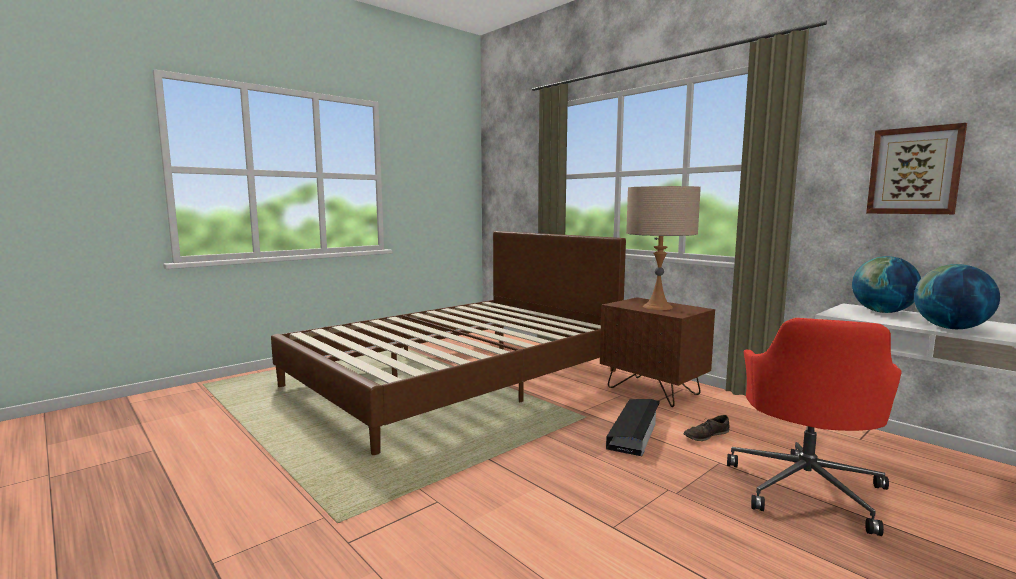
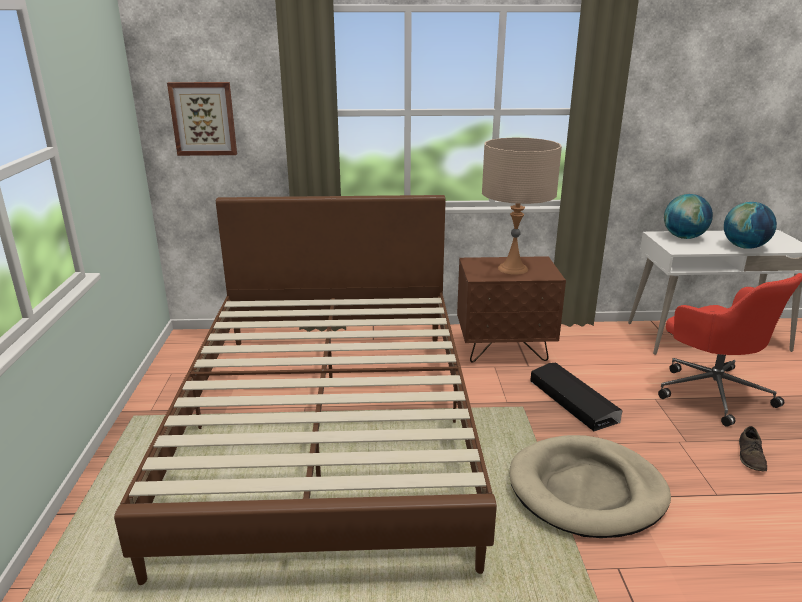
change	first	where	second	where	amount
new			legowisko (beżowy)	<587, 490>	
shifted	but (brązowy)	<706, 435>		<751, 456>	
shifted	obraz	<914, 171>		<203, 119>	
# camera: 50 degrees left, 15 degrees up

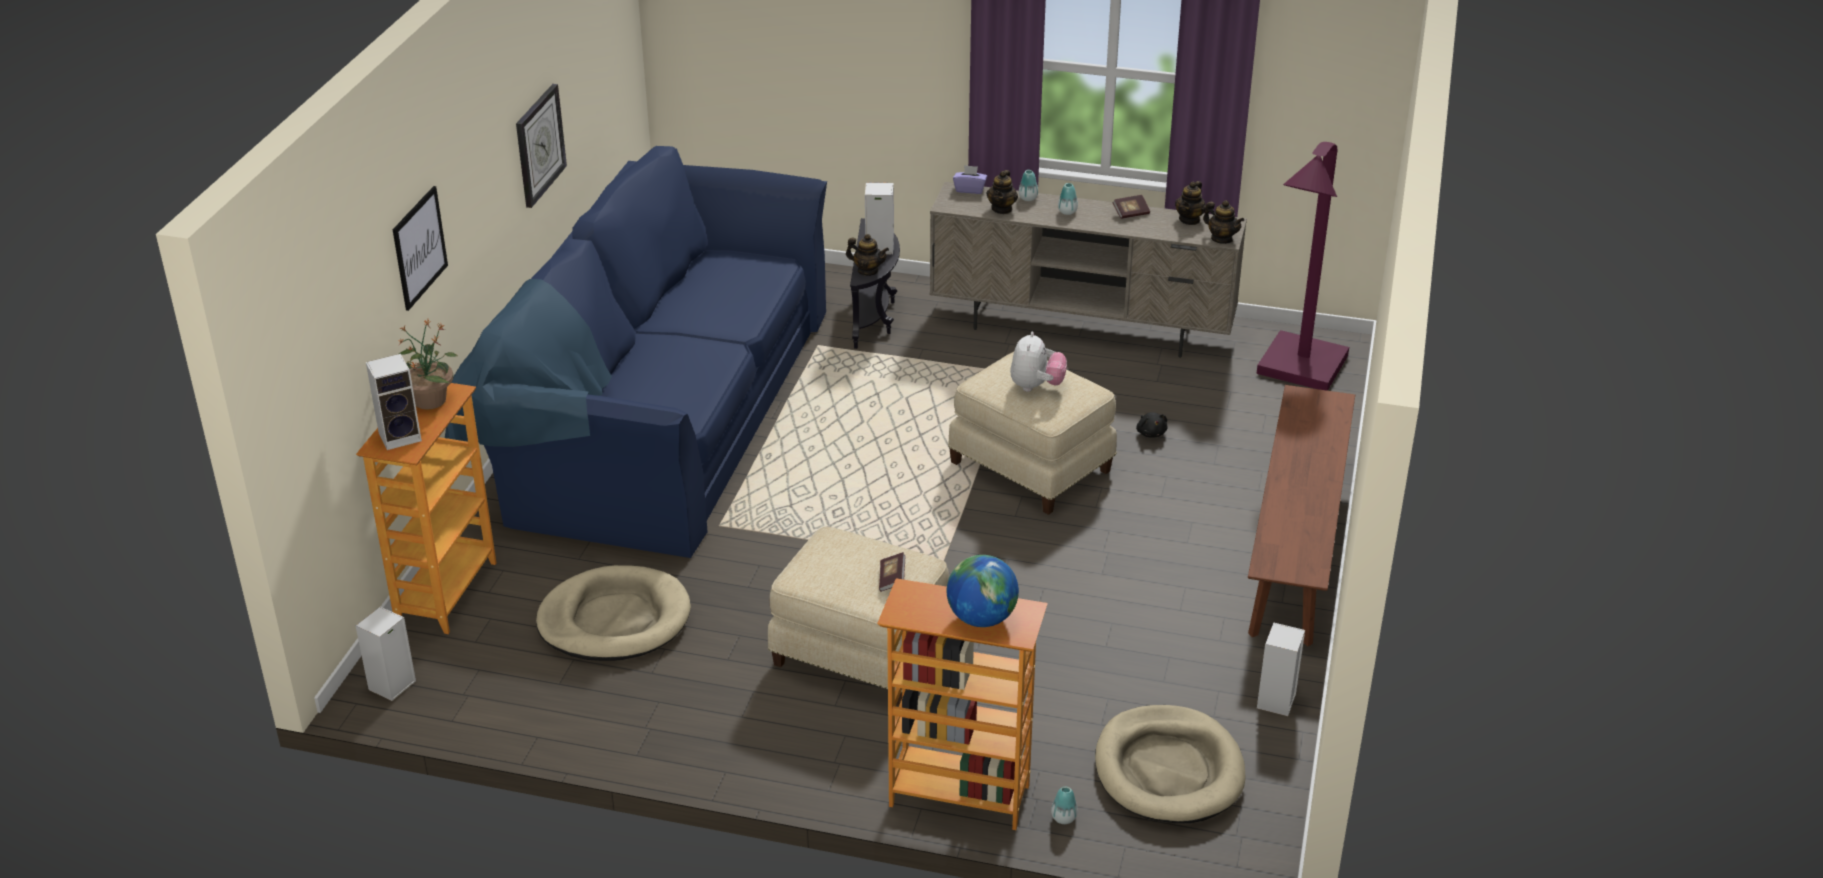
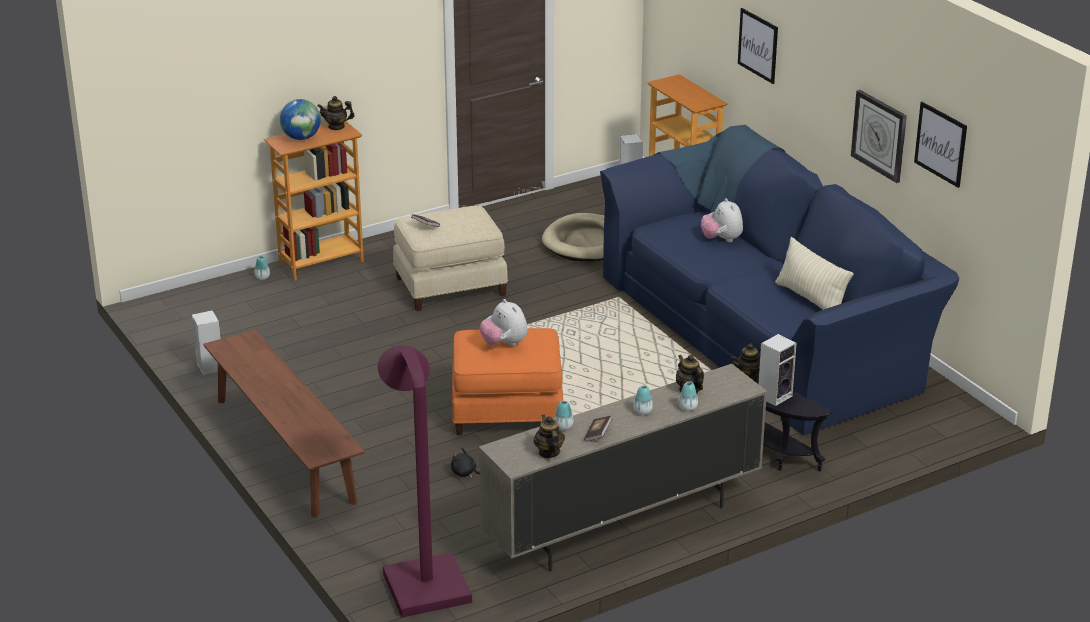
change	first	where	second	where	amount
gone	głośnik	<401, 436>			
gone	roślina doniczkowa	<430, 400>			
gone	pudełko chusteczek (fioletowy)	<970, 189>			
gone	legowisko (beżowy)	<1168, 770>			
new			wazon	<563, 427>	
new			pluszak	<722, 239>	
new			poduszka (beżowy)	<811, 300>	
new			obraz	<940, 144>	
shifted	imbryk	<1221, 239>		<336, 126>	
repainted	pufa (beżowy)	<1032, 466>	pufa (pomarańczowy)	<507, 413>	
# camera: 135 degrees right, 5 degrees down

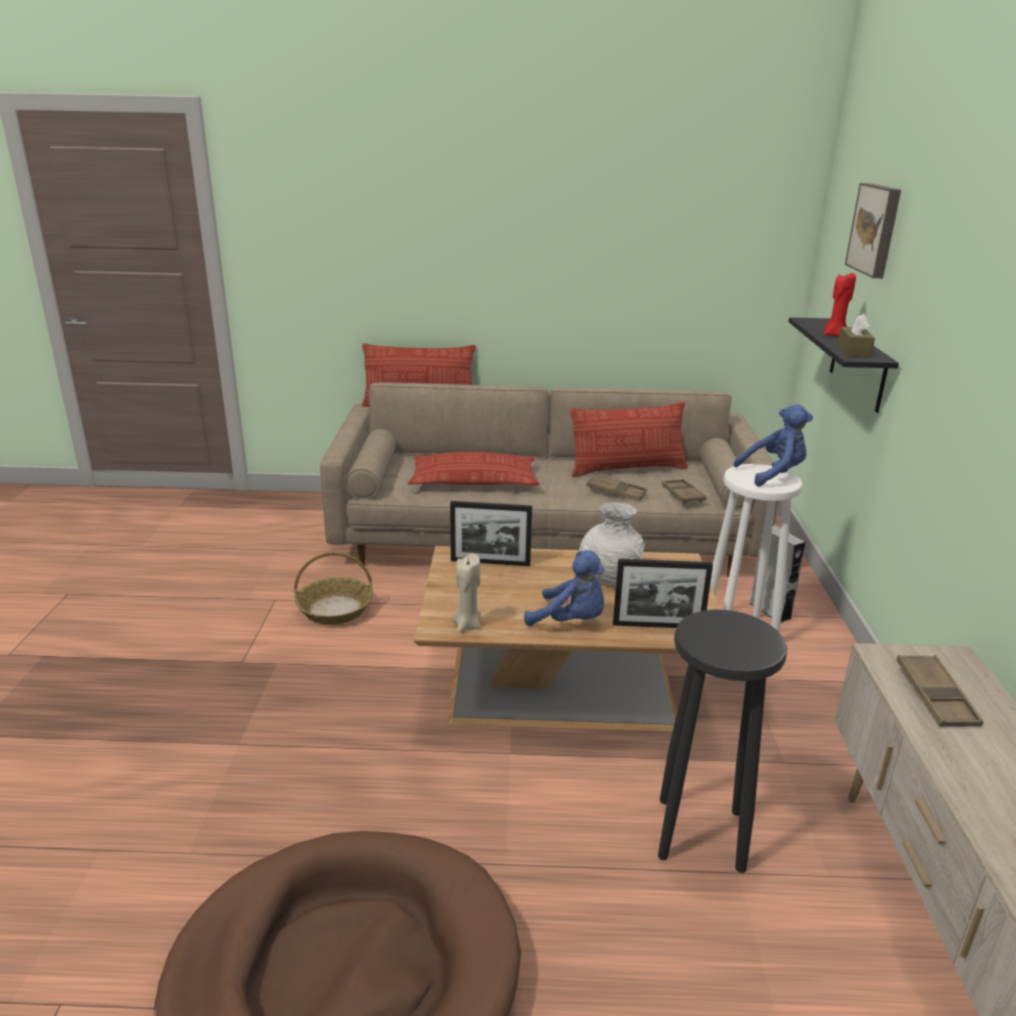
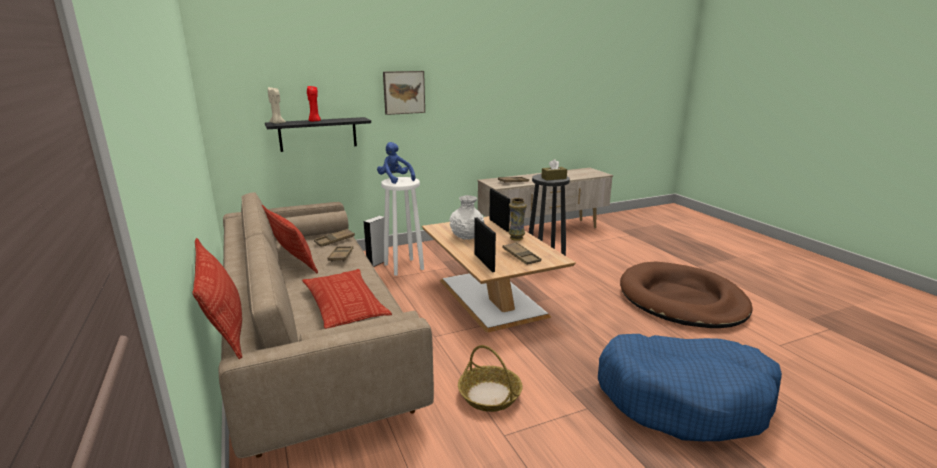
change	first	where	second	where	amount
new			taca (brązowy)	<521, 256>	
new			legowisko (niebieski)	<684, 399>	
shifted	świeca (beżowy)	<467, 625>		<277, 123>	
shifted	pudełko chusteczek (brązowy)	<853, 351>		<553, 178>	
shifted	obraz	<876, 229>		<403, 92>	
swapped	pluszak (niebieski)	<571, 621>	wazon	<516, 238>	
# camera: 115 degrees left, 5 degrees down

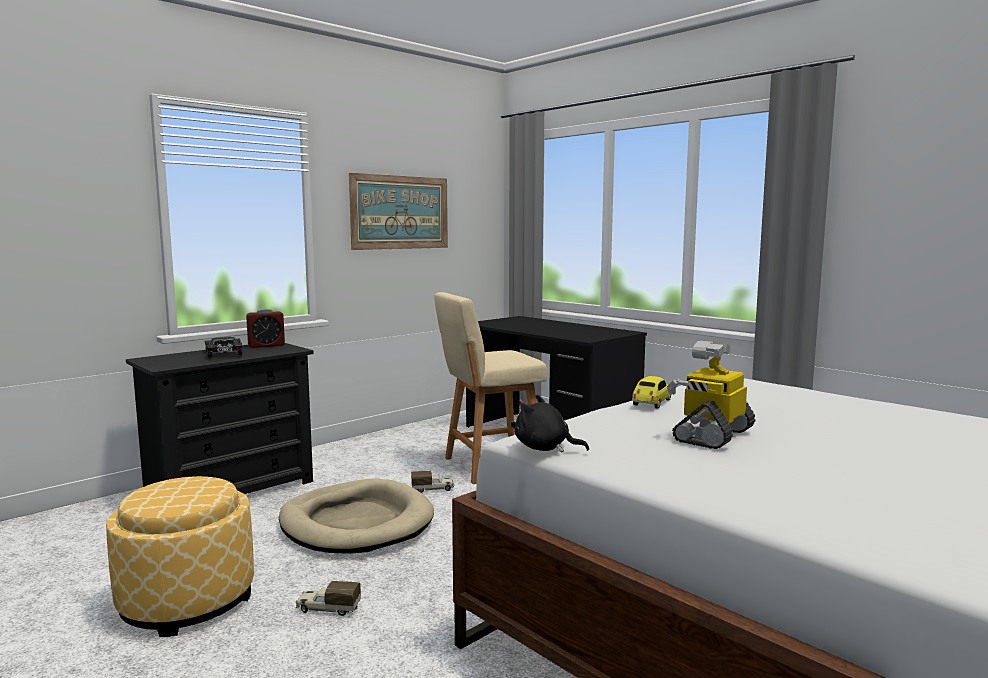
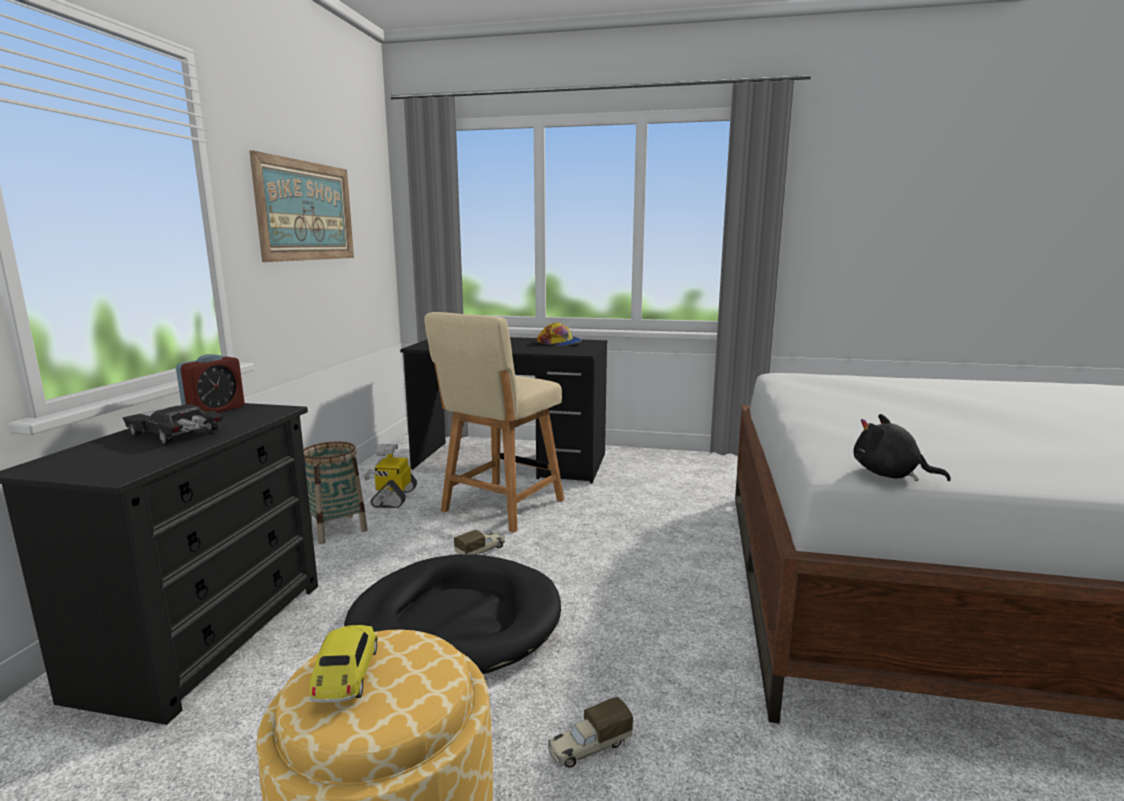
change	first	where	second	where	amount
new			koszyk	<336, 529>	
new			czapka z daszkiem	<560, 343>	
shifted	samochodzik	<651, 403>		<346, 676>	
shifted	robot zabawkowy	<712, 435>		<393, 497>	
repainted	legowisko (beżowy)	<356, 523>	legowisko (czarny)	<456, 621>	
rotated	pluszak (czarny)	<545, 448>		<890, 475>	45 degrees clockwise
# camera: 35 degrees left, 5 degrees up

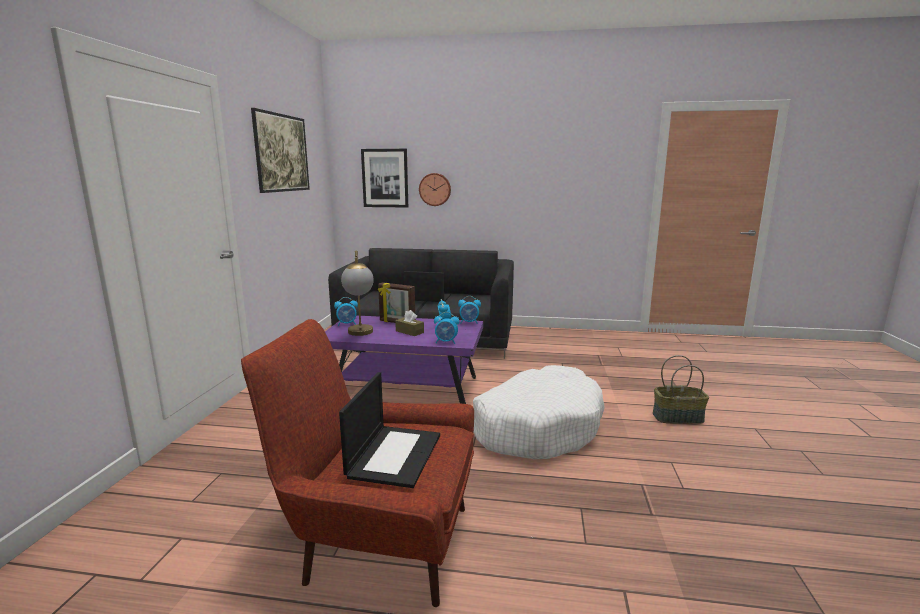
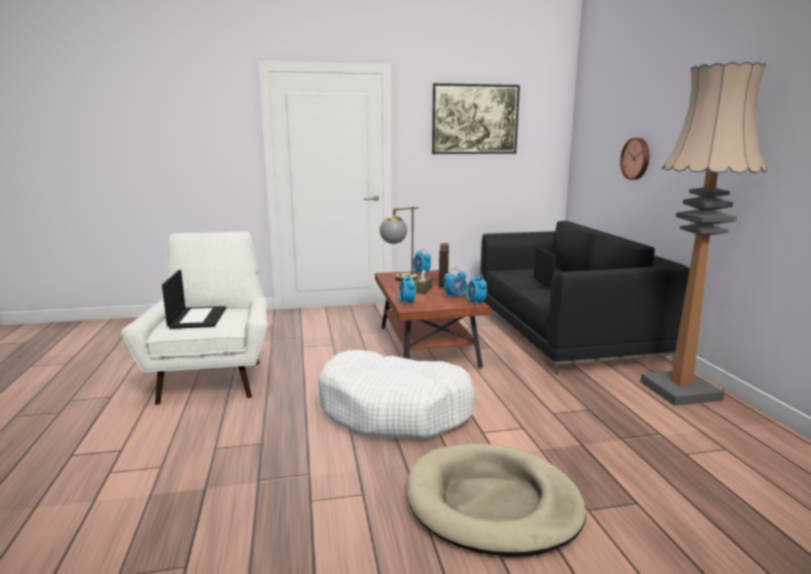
change	first	where	second	where	amount
gone	obraz	<385, 178>			
new			lampa stojąca	<680, 391>	
swapped	koszyk	<678, 417>	legowisko (beżowy)	<492, 503>	
repainted	fotel (czerwony)	<379, 541>	fotel (biały)	<213, 378>	
repainted	ława (fioletowy)	<406, 389>	ława (brązowy)	<426, 346>	
rotated	laptop	<394, 454>		<197, 317>	90 degrees counterclockwise
# camera: 70 degrees right, 0 degrees up

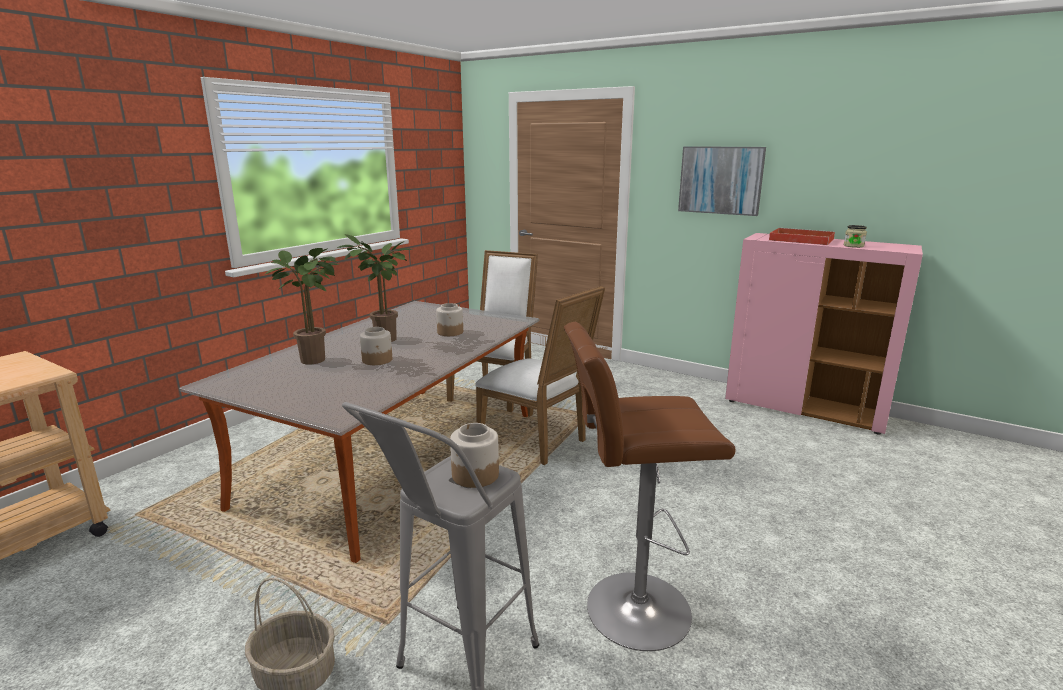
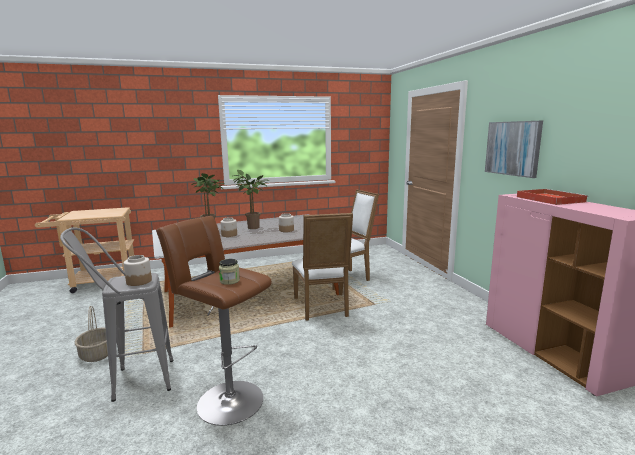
change	first	where	second	where	amount
shifted	słoik	<853, 246>		<229, 281>	
# camera: 40 degrees right, 5 degrees down

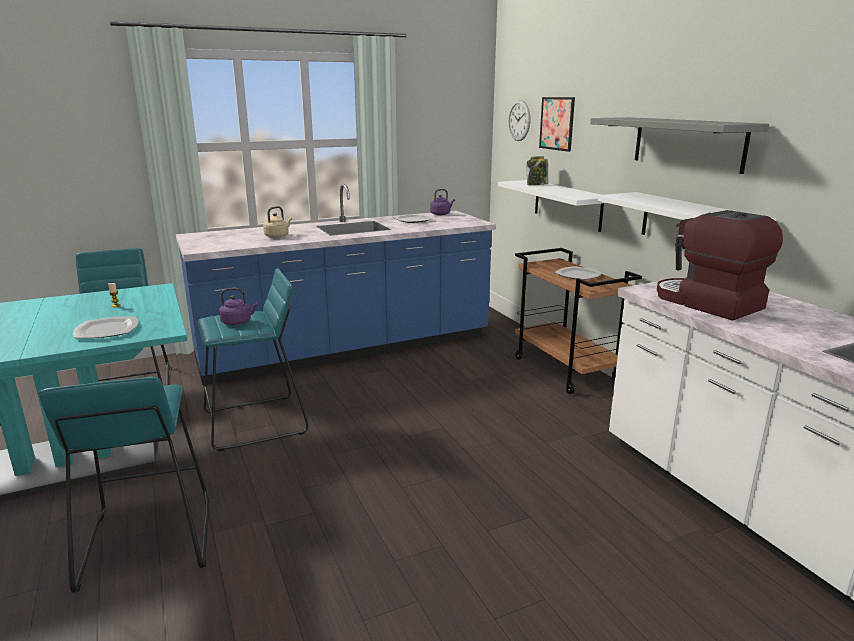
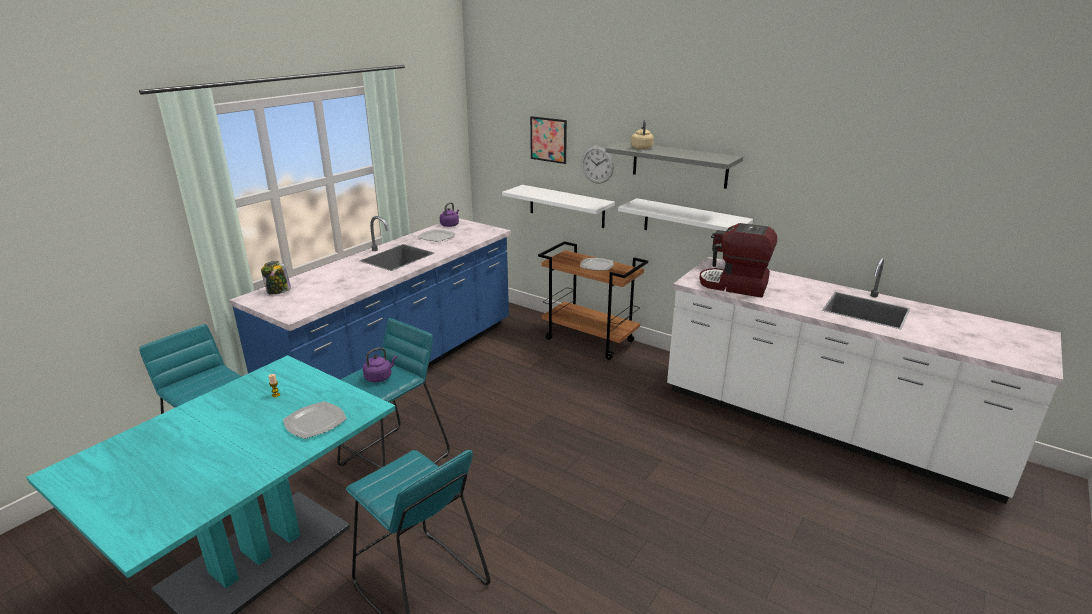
change	first	where	second	where	amount
shifted	czajnik (beżowy)	<278, 236>		<641, 148>	
shifted	zegar ścienny	<519, 120>		<597, 164>	
shifted	słoik	<536, 185>		<278, 291>	
# camera: 30 degrees left, 5 degrees up

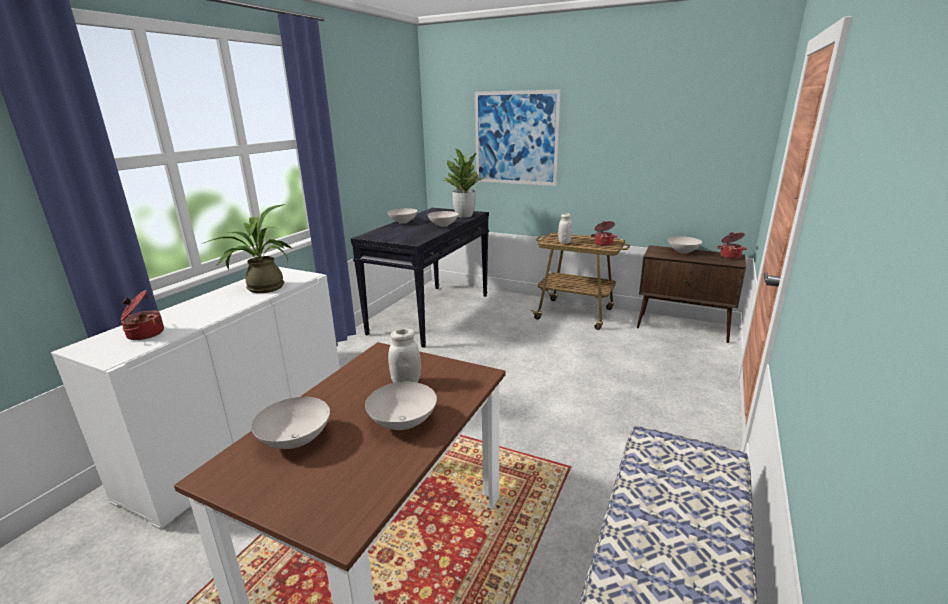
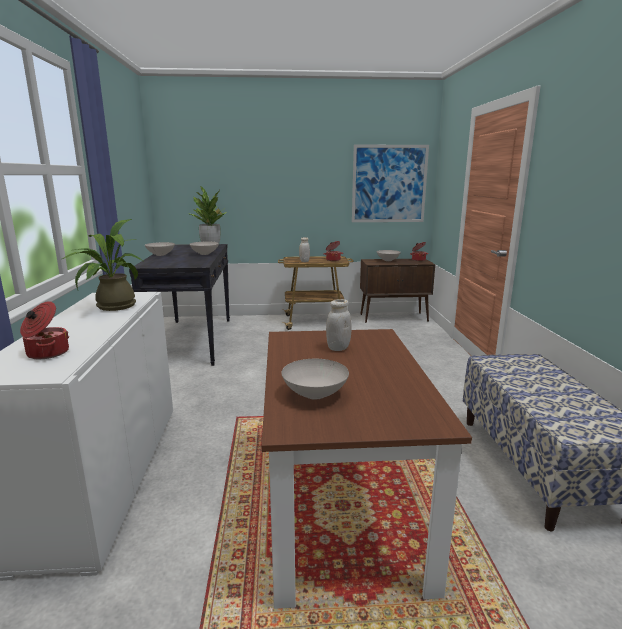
change	first	where	second	where	amount
gone	miska (biały)	<402, 423>			
shifted	obraz	<515, 138>		<389, 184>	
# camera: 30 degrees left, 5 degrees down

